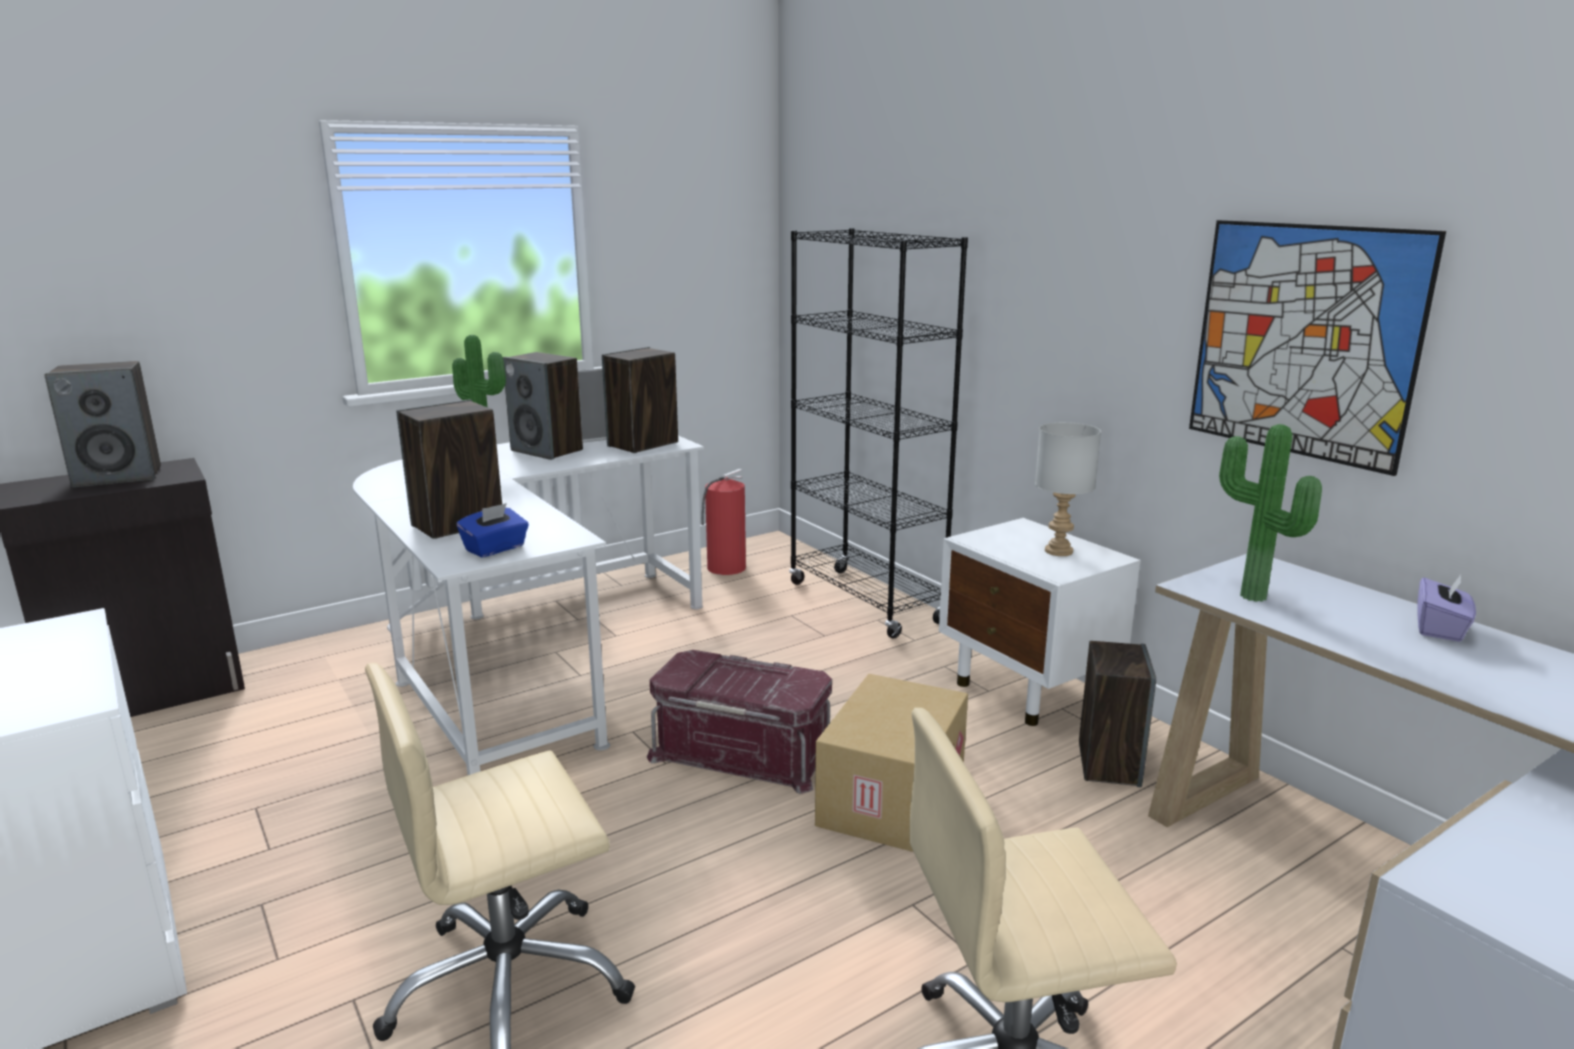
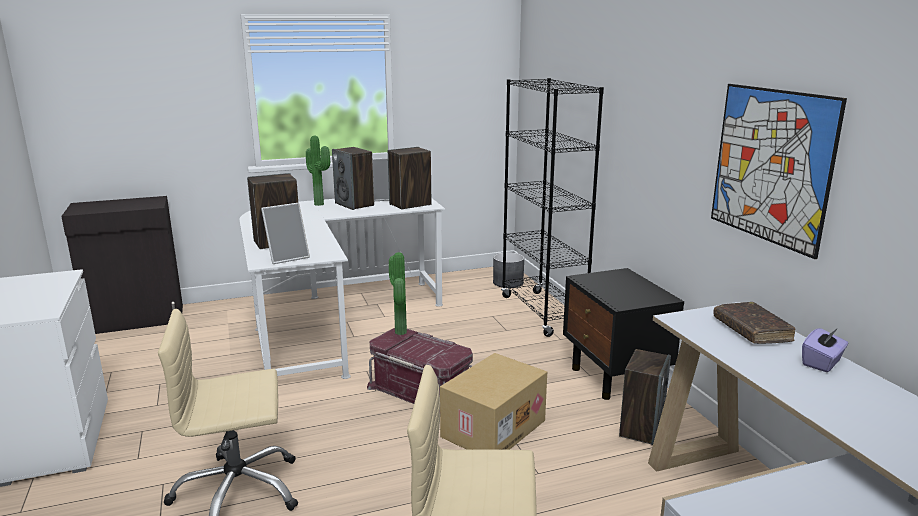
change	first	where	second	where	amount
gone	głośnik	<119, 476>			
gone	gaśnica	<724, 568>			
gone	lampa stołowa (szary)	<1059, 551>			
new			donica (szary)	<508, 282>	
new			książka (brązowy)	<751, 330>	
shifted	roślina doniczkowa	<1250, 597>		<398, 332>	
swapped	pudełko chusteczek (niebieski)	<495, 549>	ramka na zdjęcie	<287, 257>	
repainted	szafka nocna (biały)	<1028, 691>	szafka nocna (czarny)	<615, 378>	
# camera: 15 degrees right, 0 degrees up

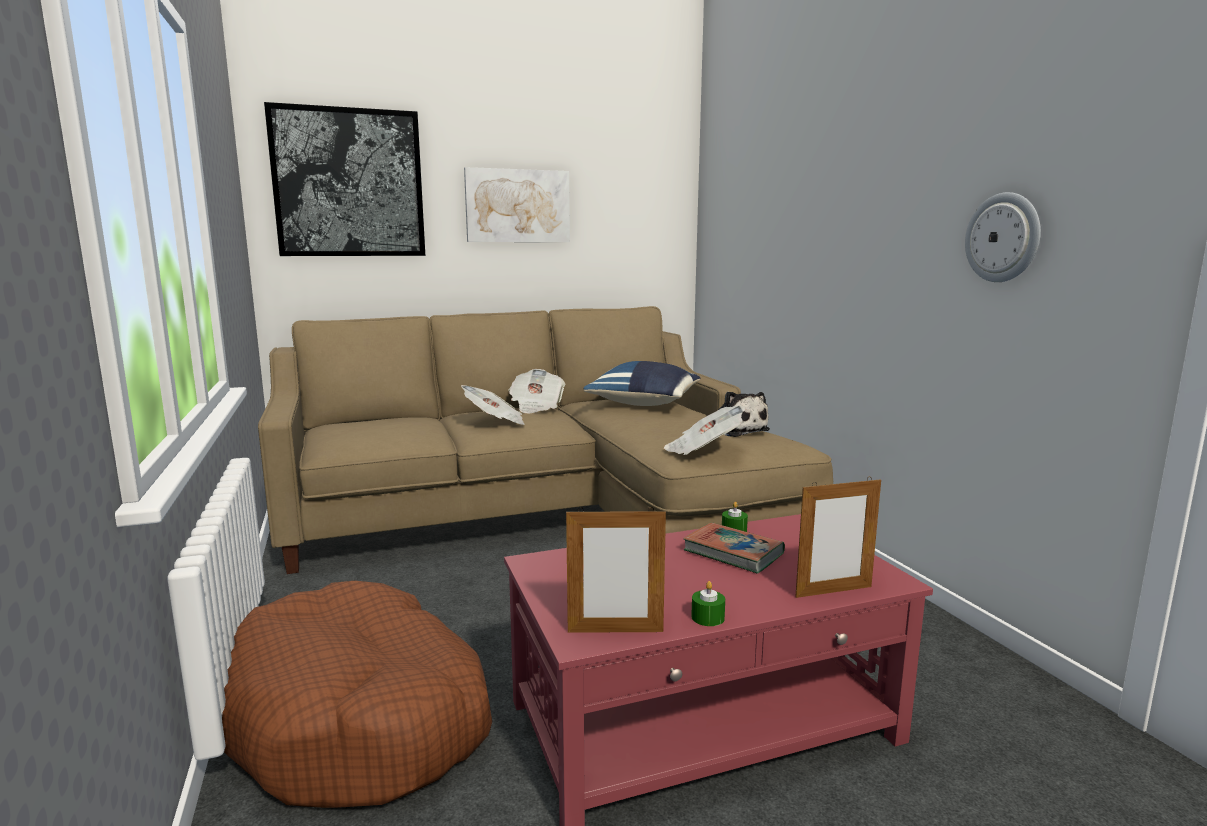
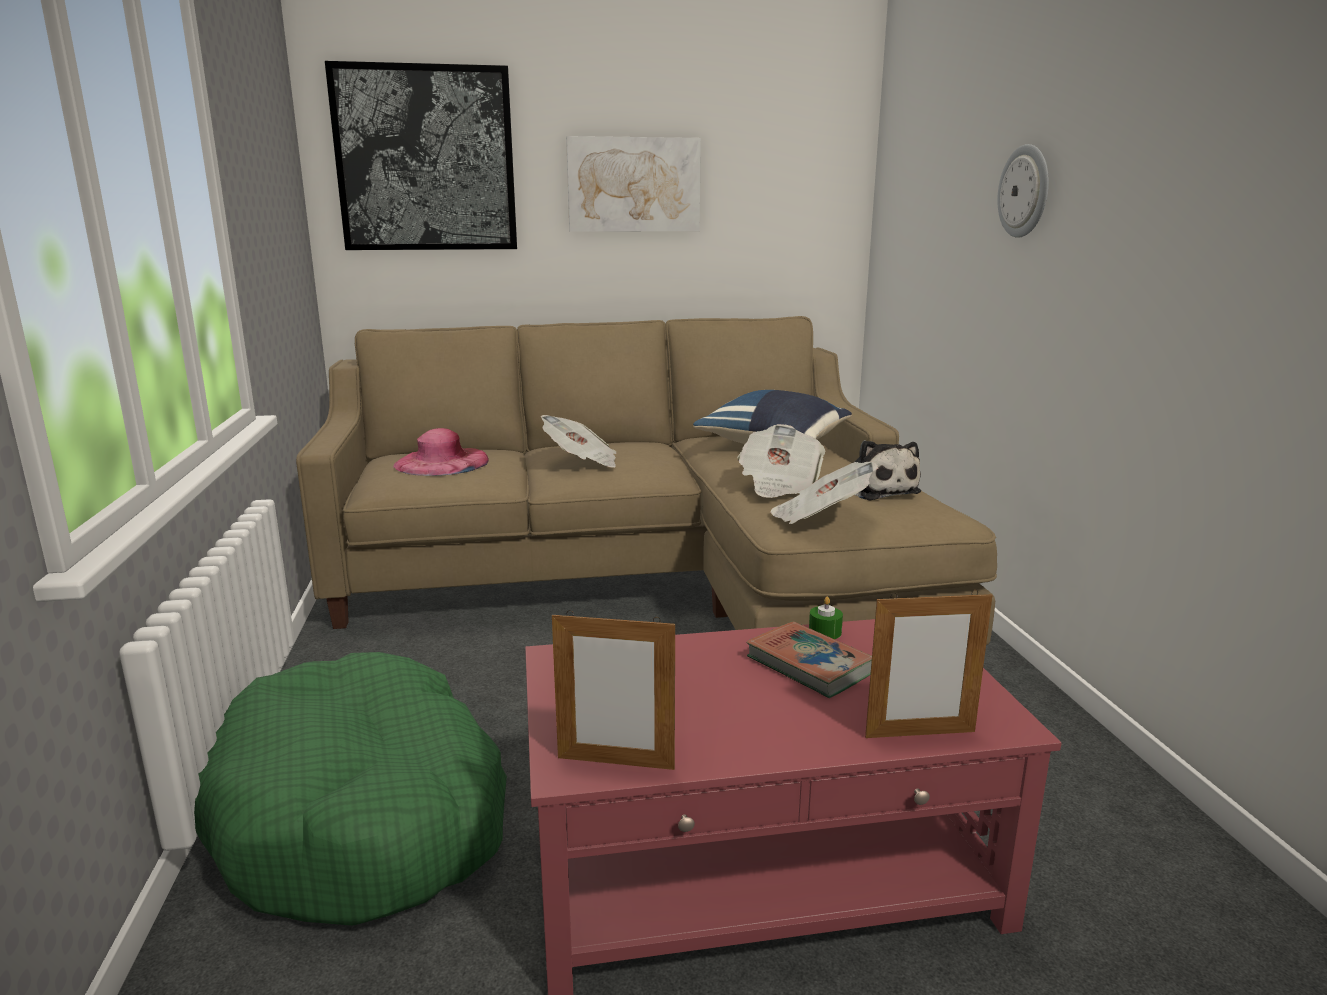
change	first	where	second	where	amount
gone	świeca (zielony)	<707, 617>			
new			kapelusz (różowy)	<442, 462>	
shifted	gazeta	<536, 407>		<779, 485>	
shifted	zegar ścienny	<1003, 238>		<1025, 191>	
repainted	legowisko (brązowy)	<361, 718>	legowisko (zielony)	<364, 815>	
# camera: 10 degrees right, 5 degrees up

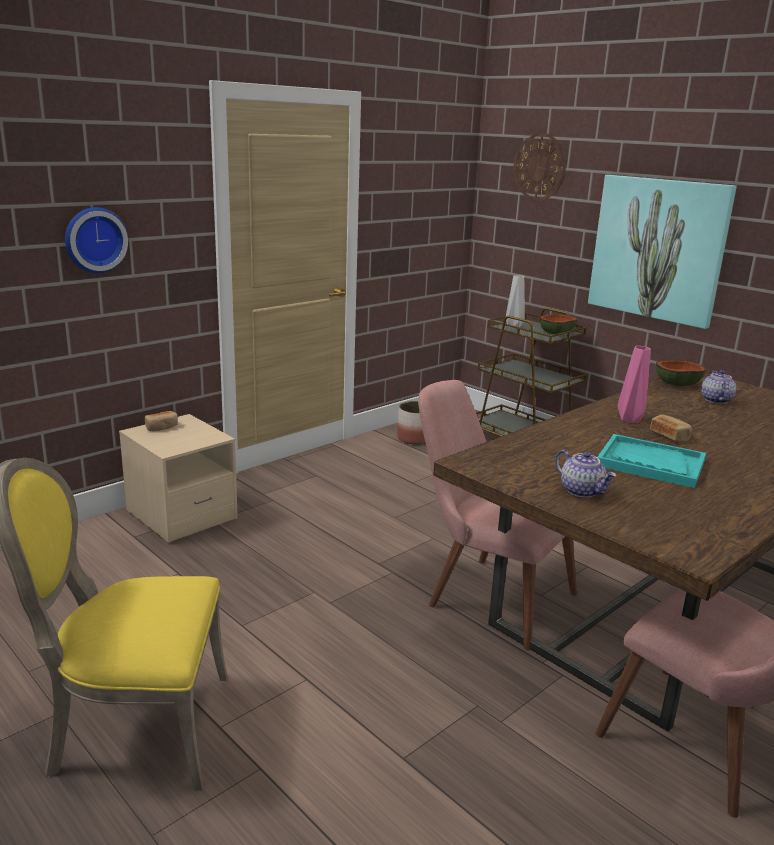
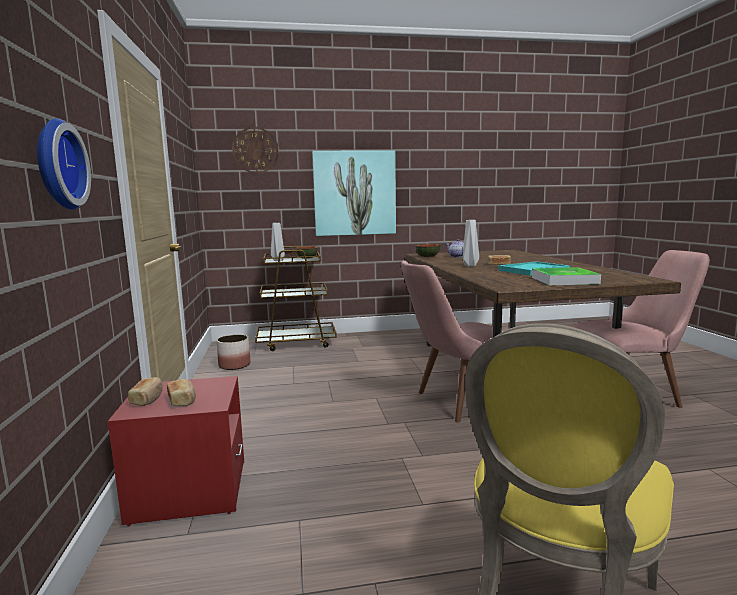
change	first	where	second	where	amount
new			chleb	<182, 400>	
swapped	imbryk	<582, 491>	taca	<564, 280>	
repainted	szafka nocna (beżowy)	<181, 515>	szafka nocna (czerwony)	<189, 492>	
repainted	wazon (różowy)	<631, 420>	wazon (szary)	<471, 265>	
# camera: 55 degrees left, 10 degrees down

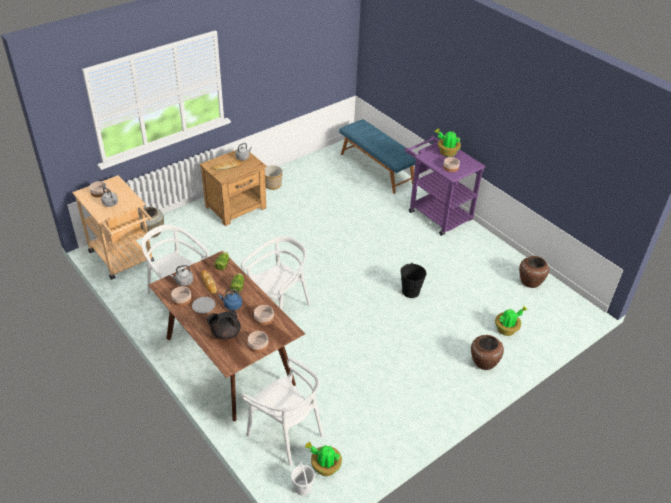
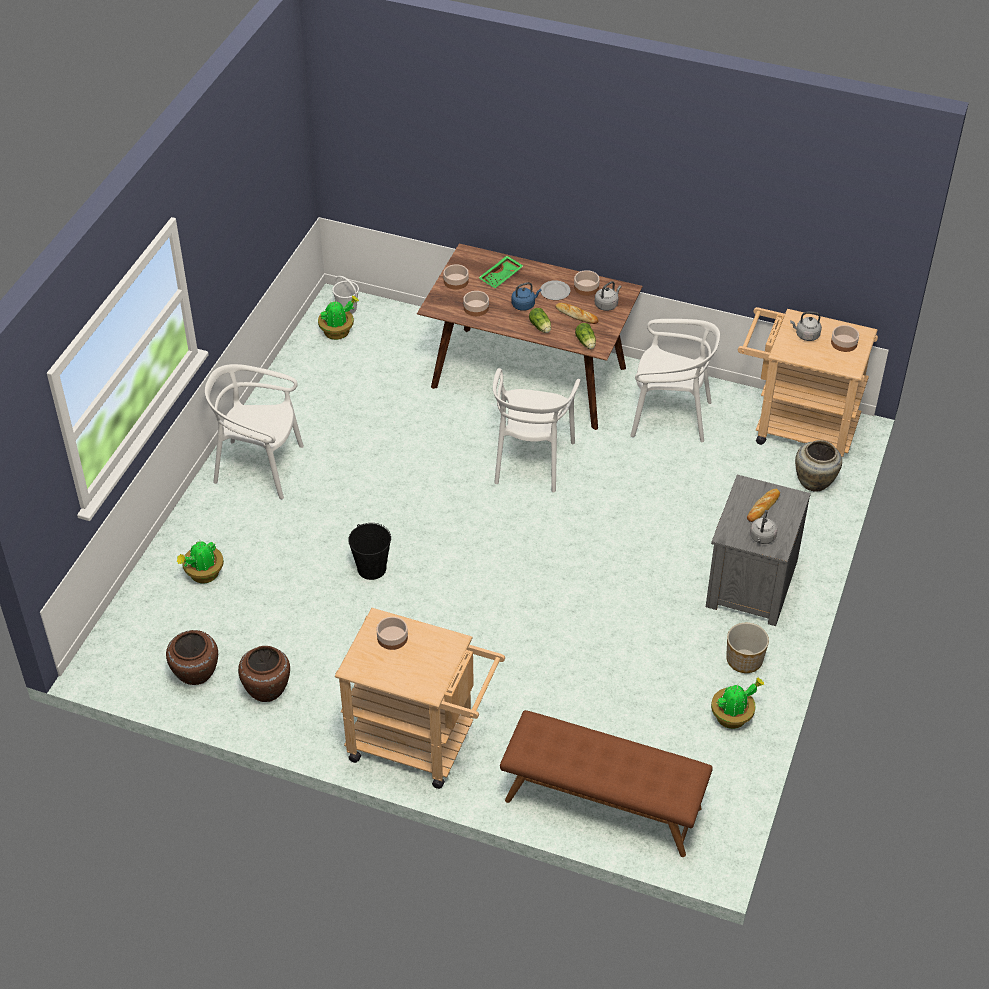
change	first	where	second	where	amount
shifted	krzesło (biały)	<286, 433>		<259, 467>	
shifted	roślina doniczkowa	<447, 152>		<733, 717>	
shifted	wazon (brązowy)	<483, 363>		<268, 689>	
swapped	imbryk (czarny)	<225, 333>	taca (zielony)	<501, 277>	
repainted	szafka nocna (brązowy)	<236, 207>	szafka nocna (szary)	<750, 584>	
repainted	ławka (niebieski)	<377, 168>	ławka (brązowy)	<602, 805>	
repainted	wózek (fioletowy)	<436, 213>	wózek (beżowy)	<422, 745>	
# camera: 150 degrees right, 5 degrees up

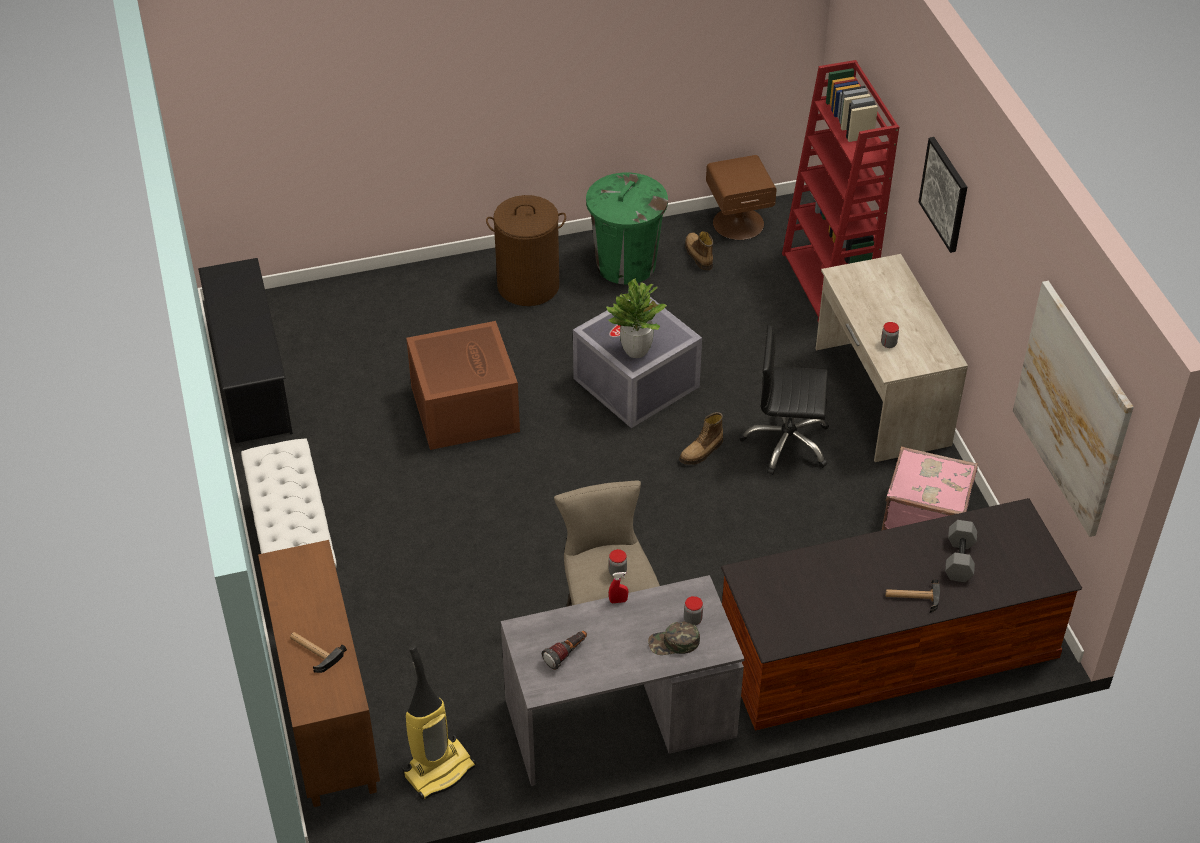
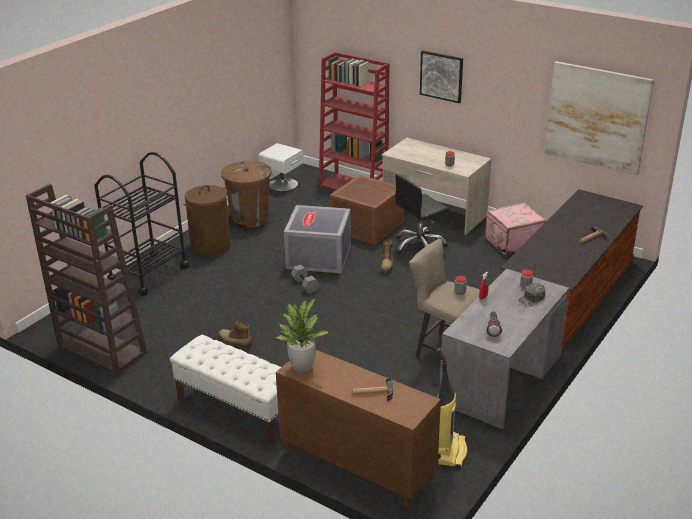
change	first	where	second	where	amount
new			wózek (czarny)	<148, 274>	
shifted	pojemnik do przechowywania (brązowy)	<463, 408>		<366, 226>	
shifted	roślina doniczkowa	<636, 350>		<302, 366>	
shifted	but z cholewką	<698, 255>		<234, 342>	
shifted	hantel (szary)	<958, 558>		<304, 285>	
swapped	regał na buty (czarny)	<251, 380>	regał (brązowy)	<101, 350>	
repainted	kosz na śmieci (zielony)	<625, 264>	kosz na śmieci (brązowy)	<249, 219>	
repainted	szafka nocna (brązowy)	<738, 223>	szafka nocna (biały)	<282, 184>	
# camera: 40 degrees left, 15 degrees down

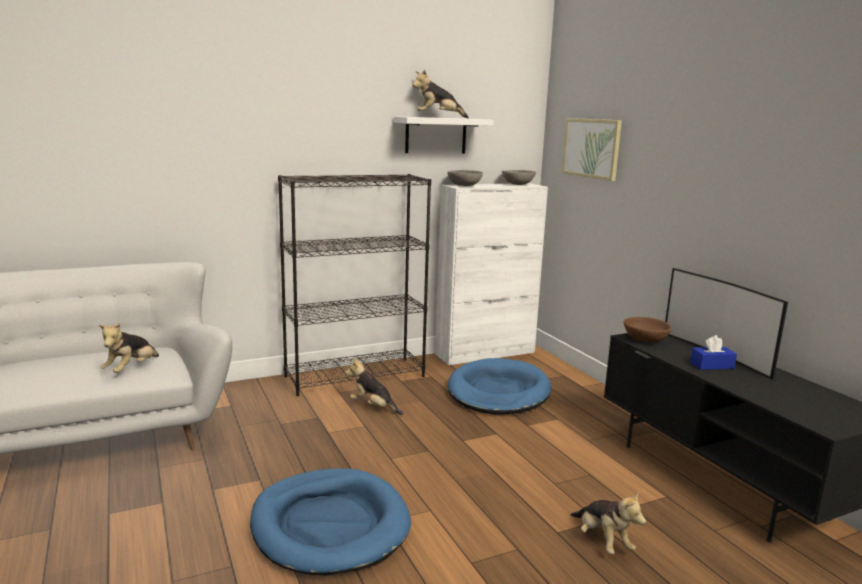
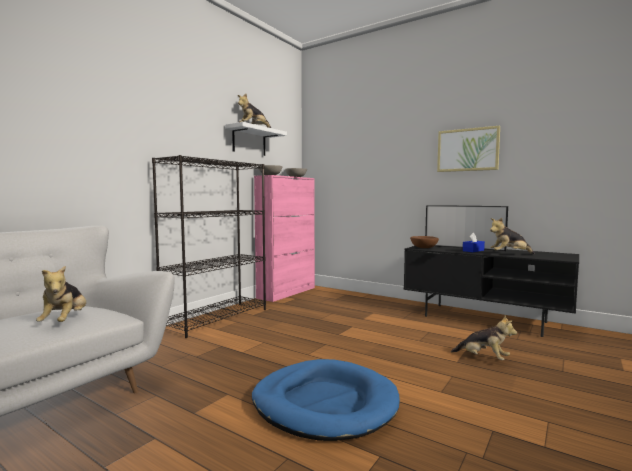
change	first	where	second	where	amount
gone	legowisko (niebieski)	<498, 392>			
shifted	pluszak	<373, 407>		<509, 254>	
shifted	obraz	<591, 148>		<467, 150>	
repainted	szafka (biały)	<485, 353>	szafka (różowy)	<287, 292>	
# camera: 30 degrees left, 10 degrees down

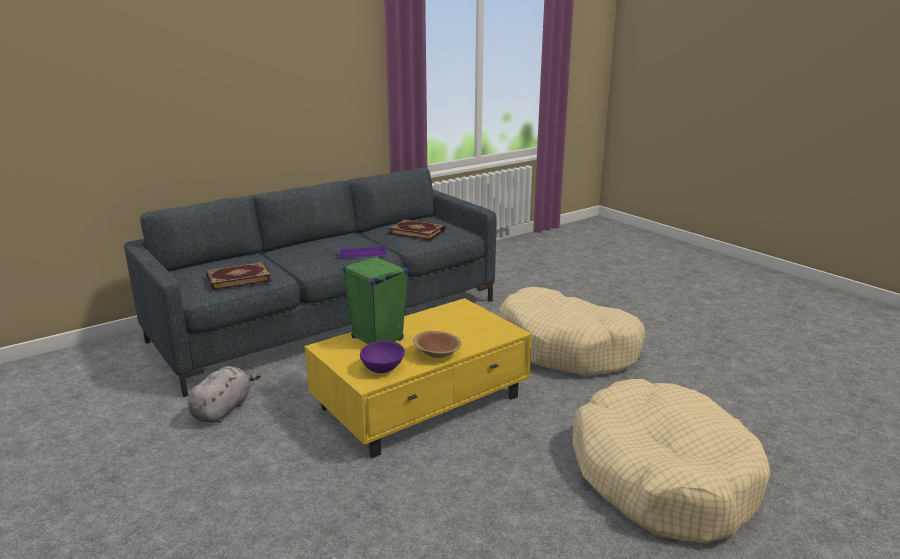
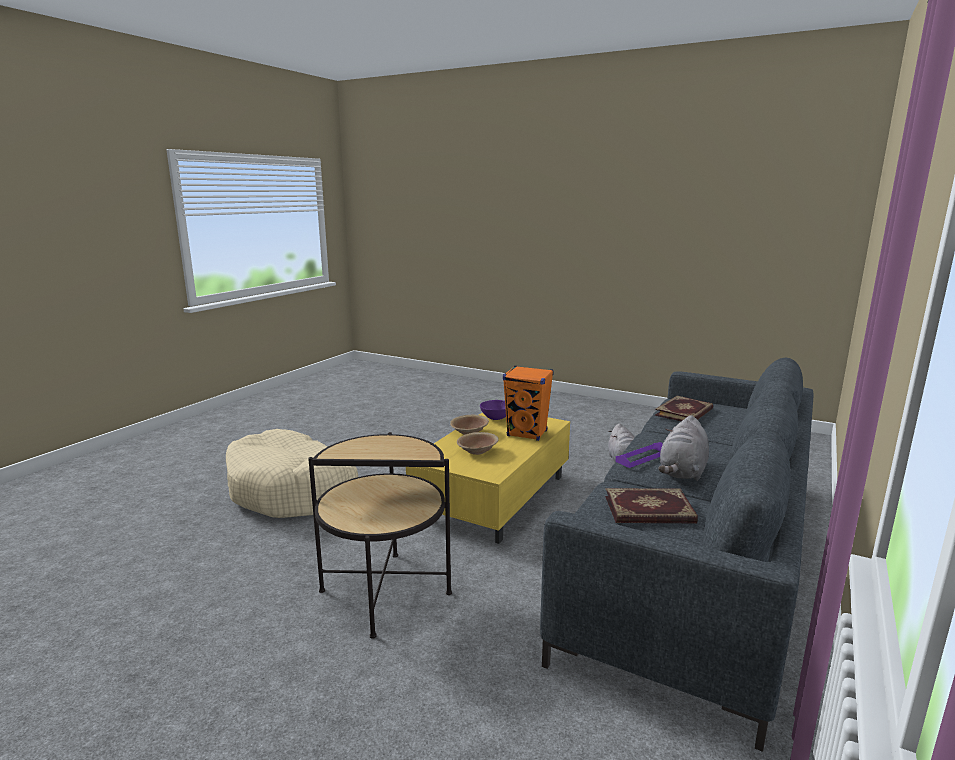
change	first	where	second	where	amount
new			miska (brązowy)	<477, 451>	
new			pluszak (szary)	<682, 472>	
swapped	legowisko (beżowy)	<567, 348>	stolik	<385, 592>	
repainted	głośnik (zielony)	<377, 338>	głośnik (pomarańczowy)	<527, 434>	
# camera: 155 degrees right, 5 degrees down

